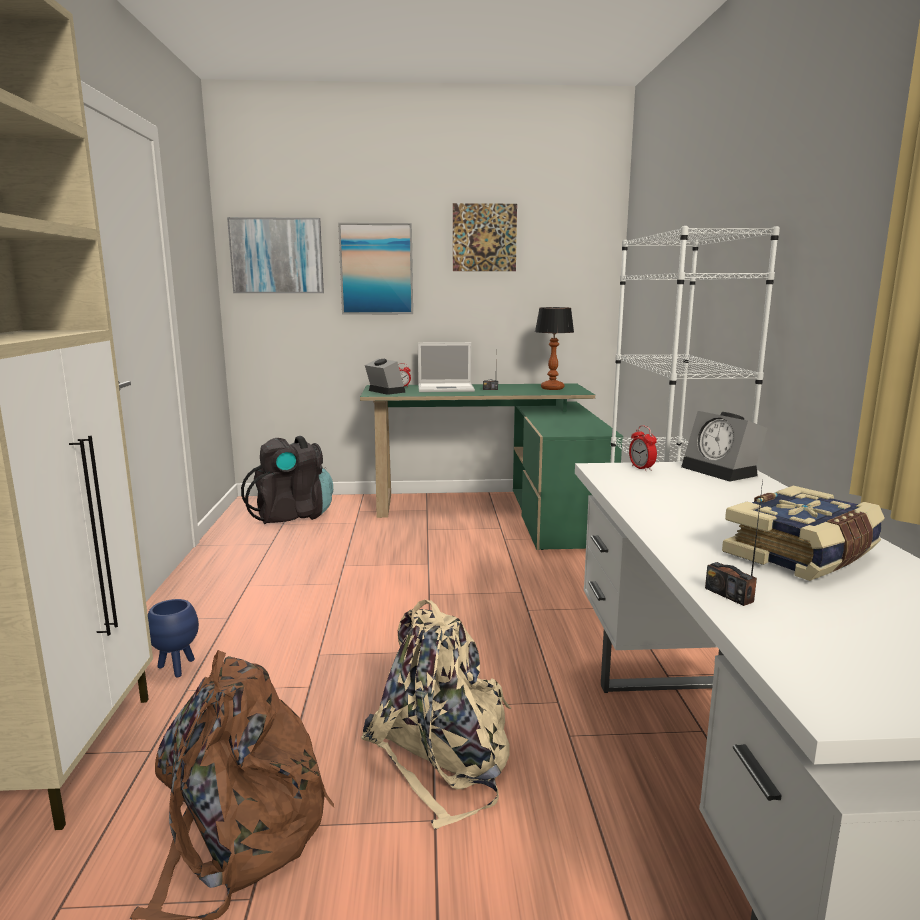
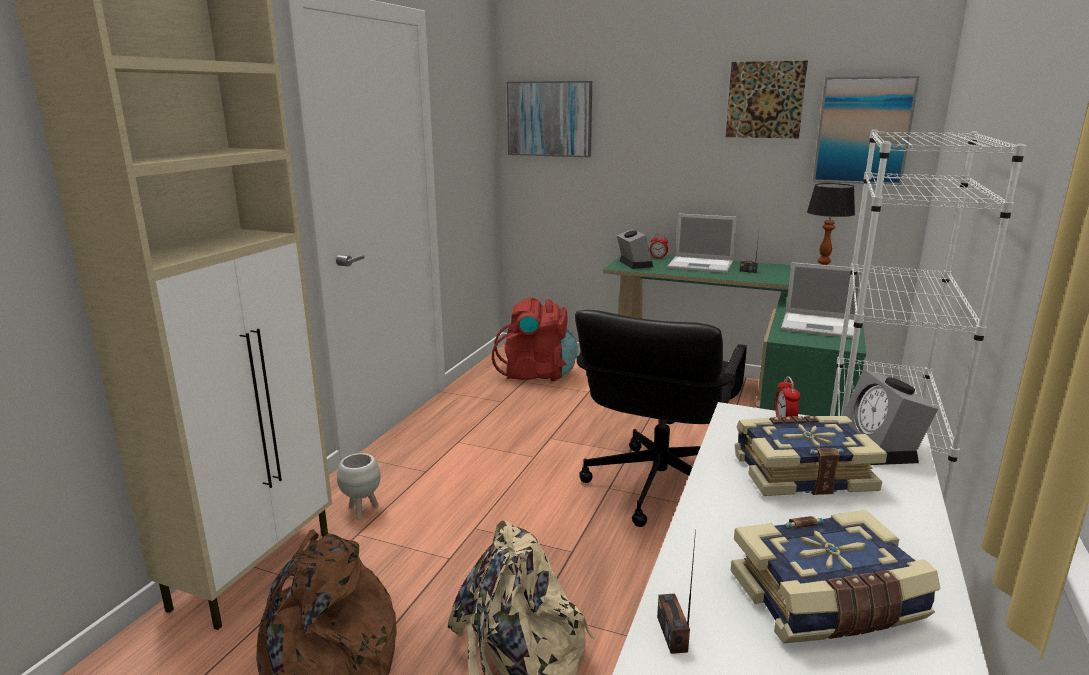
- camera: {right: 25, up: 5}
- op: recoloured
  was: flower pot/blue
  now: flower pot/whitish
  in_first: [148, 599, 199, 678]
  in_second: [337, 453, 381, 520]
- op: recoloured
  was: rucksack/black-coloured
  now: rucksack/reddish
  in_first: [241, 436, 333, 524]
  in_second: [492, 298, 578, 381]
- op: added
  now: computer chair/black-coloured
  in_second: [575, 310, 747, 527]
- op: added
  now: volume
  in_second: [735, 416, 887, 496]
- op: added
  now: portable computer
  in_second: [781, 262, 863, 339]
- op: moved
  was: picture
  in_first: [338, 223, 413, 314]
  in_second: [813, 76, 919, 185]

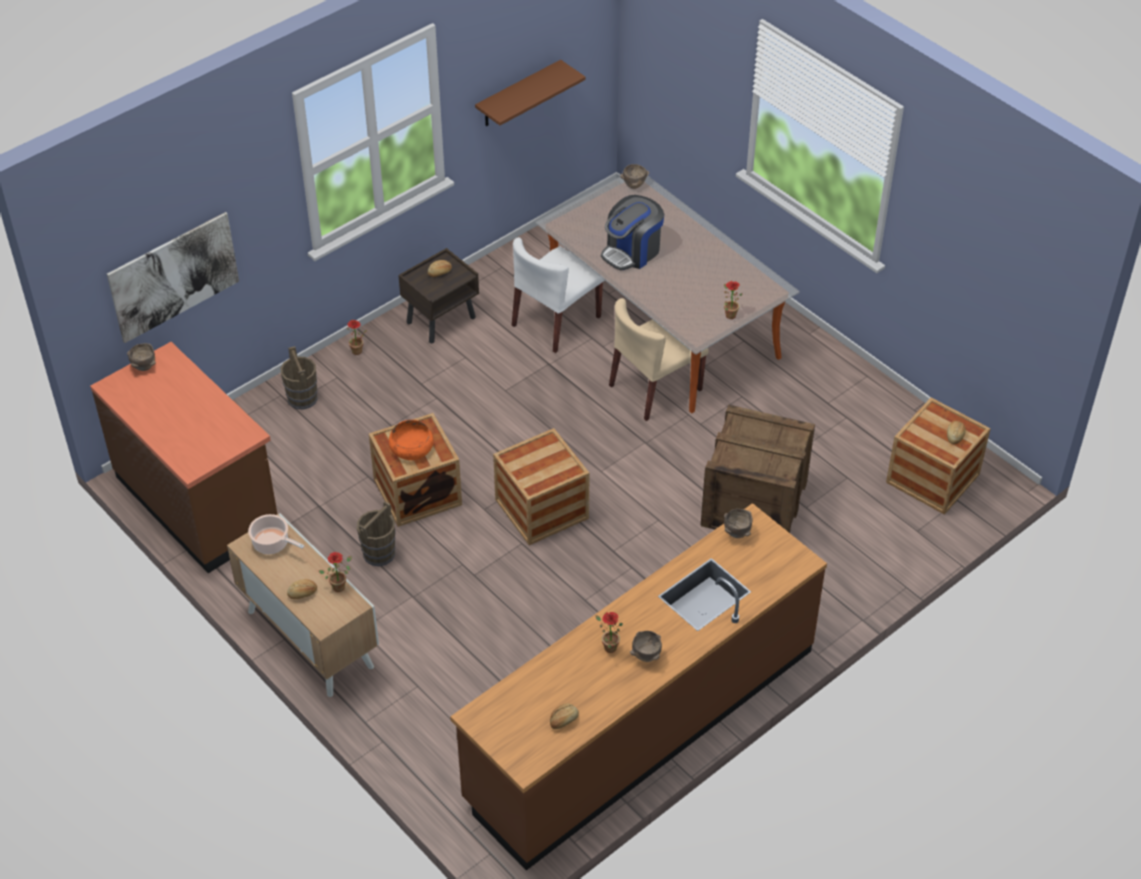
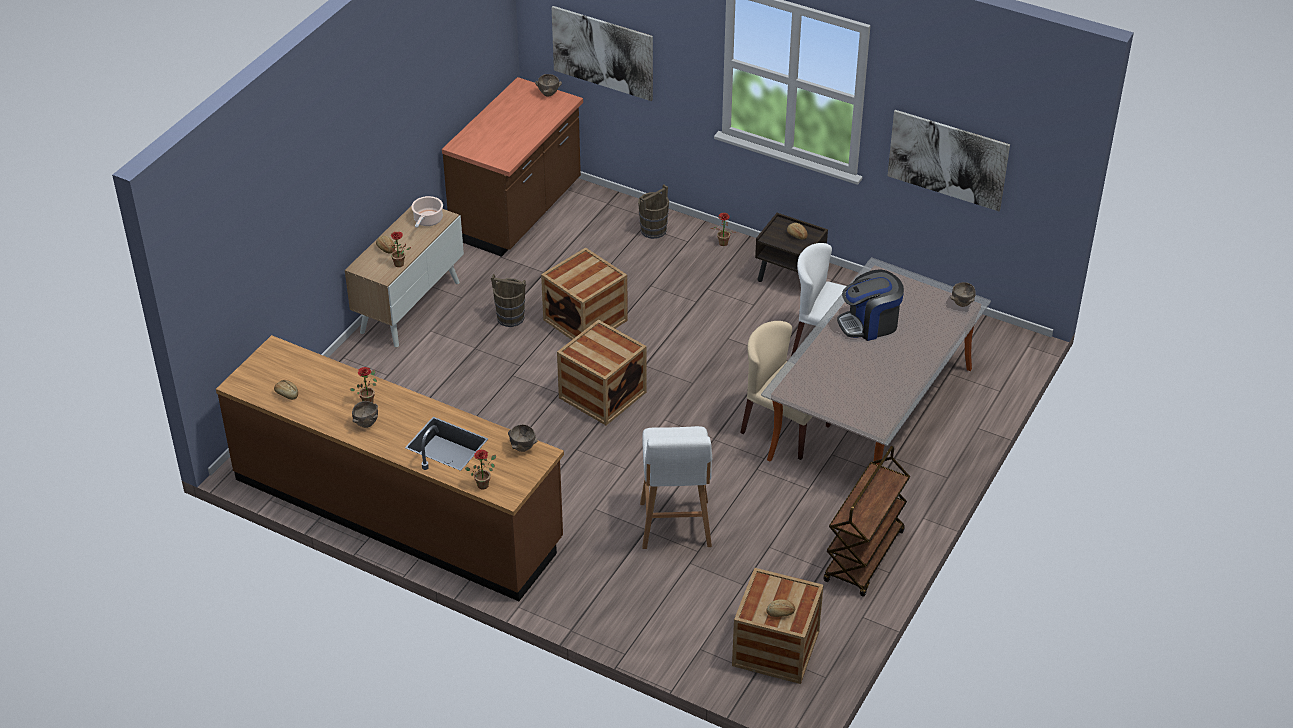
- camera: {right: 70, up: -5}
- op: moved
  was: potted plant
  in_first: [724, 281, 743, 319]
  in_second: [465, 450, 496, 490]
- op: replaced
  was: packing crate
  now: sitting stool/whitish
  in_first: [701, 405, 815, 533]
  in_second: [640, 426, 712, 549]
- op: added
  now: trolley/brown-coloured
  in_second: [824, 446, 910, 597]
- op: turned
  was: coffee brewer
  in_first: [601, 195, 664, 270]
  in_second: [837, 270, 904, 341]
  clockwise: -45
- op: replaced
  was: wall shelf/brown-coloured
  now: picture
  in_first: [475, 60, 586, 126]
  in_second: [887, 110, 1010, 211]
- op: removed
  was: serving bowl/orange
  in_first: [389, 420, 434, 460]

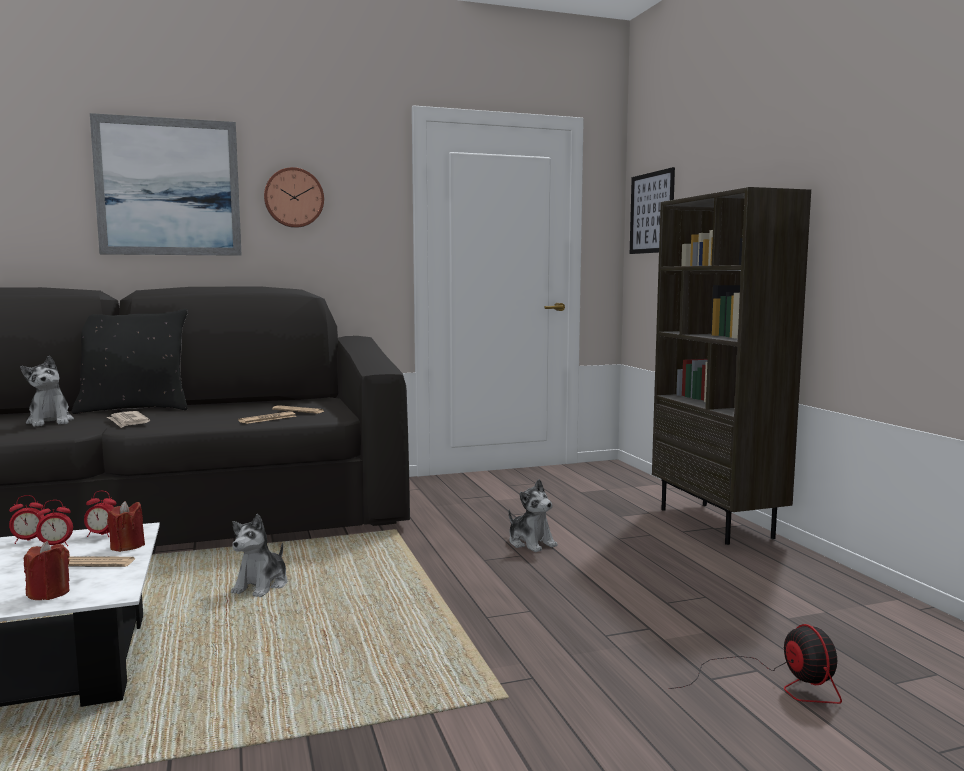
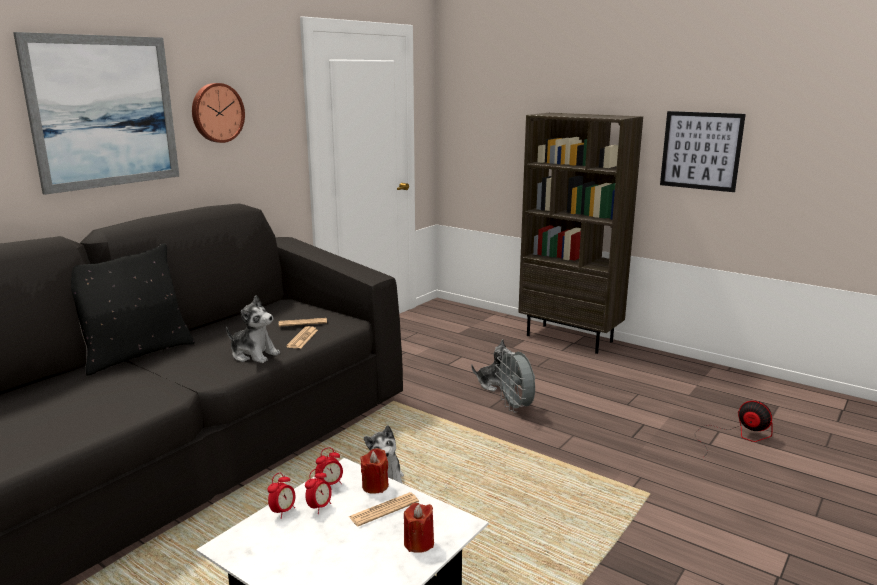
- camera: {right: -35, up: 10}
- op: moved
  was: soft toy
  in_first: [20, 356, 74, 427]
  in_second: [226, 295, 280, 363]
- op: added
  now: fan/gray
  in_second: [495, 350, 535, 413]
- op: moved
  was: picture
  in_first: [630, 167, 675, 254]
  in_second: [660, 111, 746, 192]
- op: removed
  was: newspaper
  in_first: [107, 411, 150, 428]

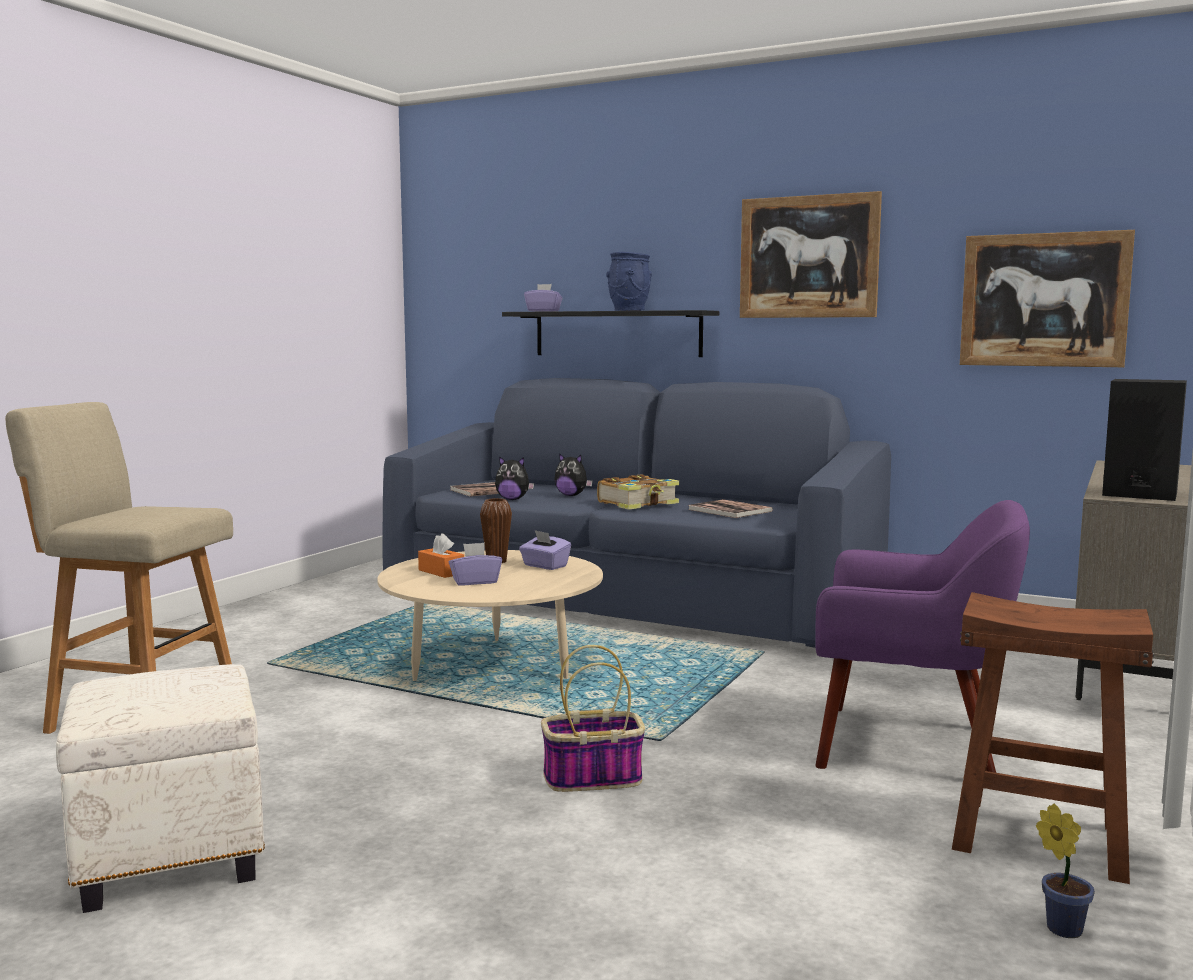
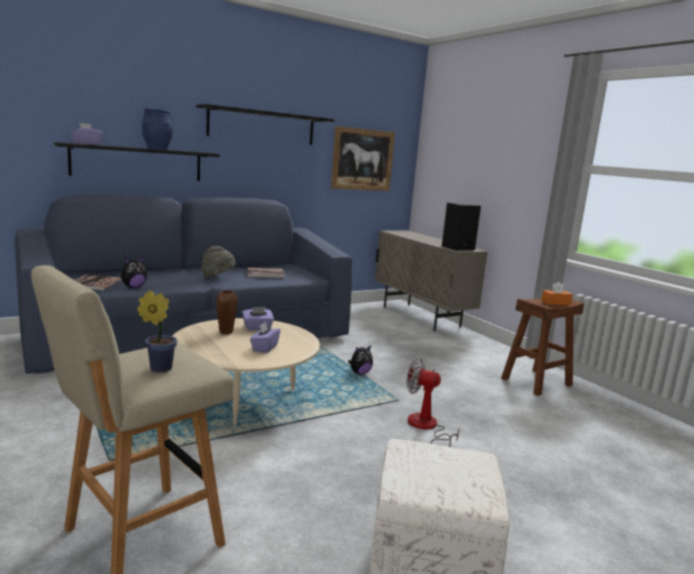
- camera: {right: -60, up: 5}
- op: moved
  was: potted plant
  in_first: [1036, 804, 1095, 938]
  in_second: [137, 290, 177, 372]
- op: replaced
  was: picture
  now: wall shelf/black-coloured
  in_first: [740, 191, 882, 318]
  in_second: [196, 104, 334, 145]
- op: replaced
  was: volume
  now: hat/gray
  in_first: [597, 474, 679, 510]
  in_second: [201, 246, 236, 278]
- op: moved
  was: soft toy
  in_first: [554, 453, 593, 496]
  in_second: [348, 345, 373, 375]
- op: replaced
  was: basket
  now: fan
  in_first: [541, 645, 645, 792]
  in_second: [406, 358, 460, 447]
- op: moved
  was: tissue box/orange
  in_first: [418, 533, 464, 578]
  in_second: [541, 282, 573, 305]
- op: removed
  was: armchair/purplish
  in_first: [815, 500, 1030, 773]

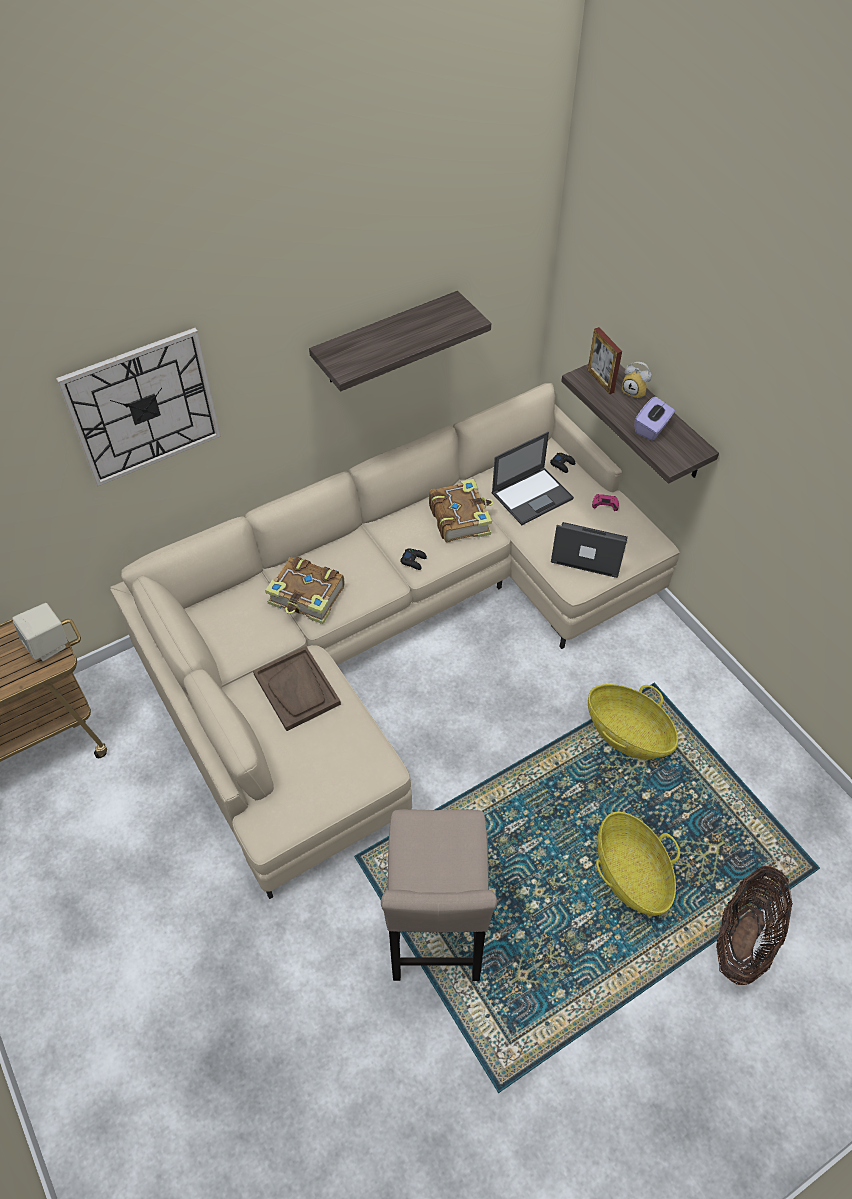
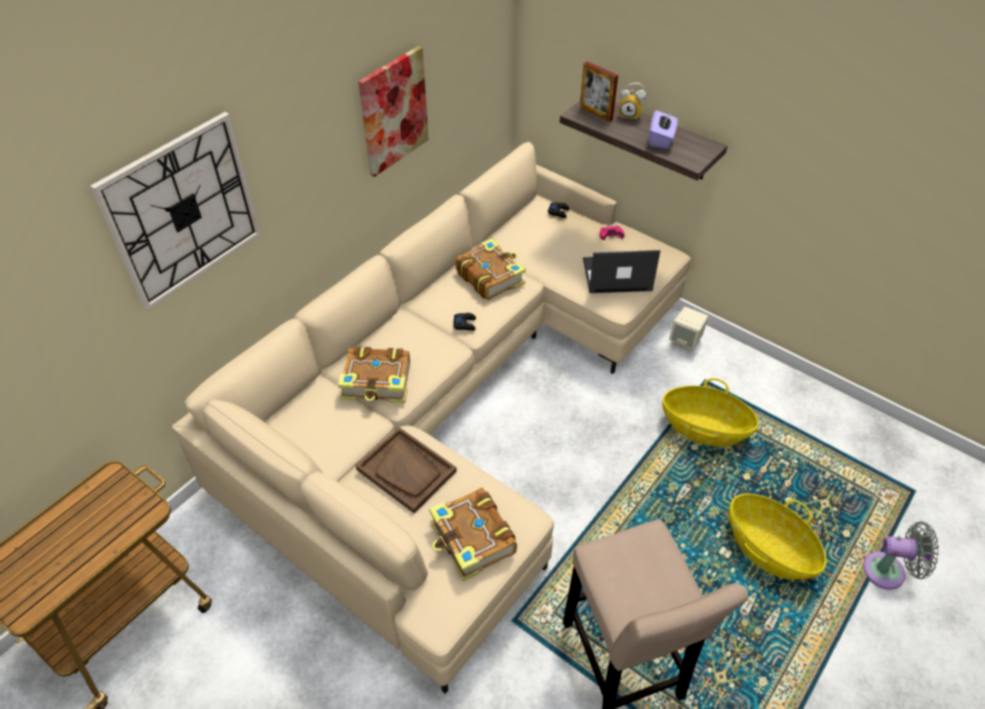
- camera: {right: -20, up: -5}
- op: replaced
  was: wall shelf
  now: picture
  in_first: [309, 291, 491, 392]
  in_second: [358, 46, 429, 177]
- op: added
  now: volume
  in_second: [429, 488, 517, 581]
- op: moved
  was: audio speaker/beige-coloured
  in_first: [12, 603, 68, 661]
  in_second: [669, 307, 708, 352]
- op: replaced
  was: basket
  now: fan/gray
  in_first: [716, 866, 793, 985]
  in_second: [863, 522, 939, 590]
- op: removed
  was: portable computer
  in_first: [491, 432, 574, 525]

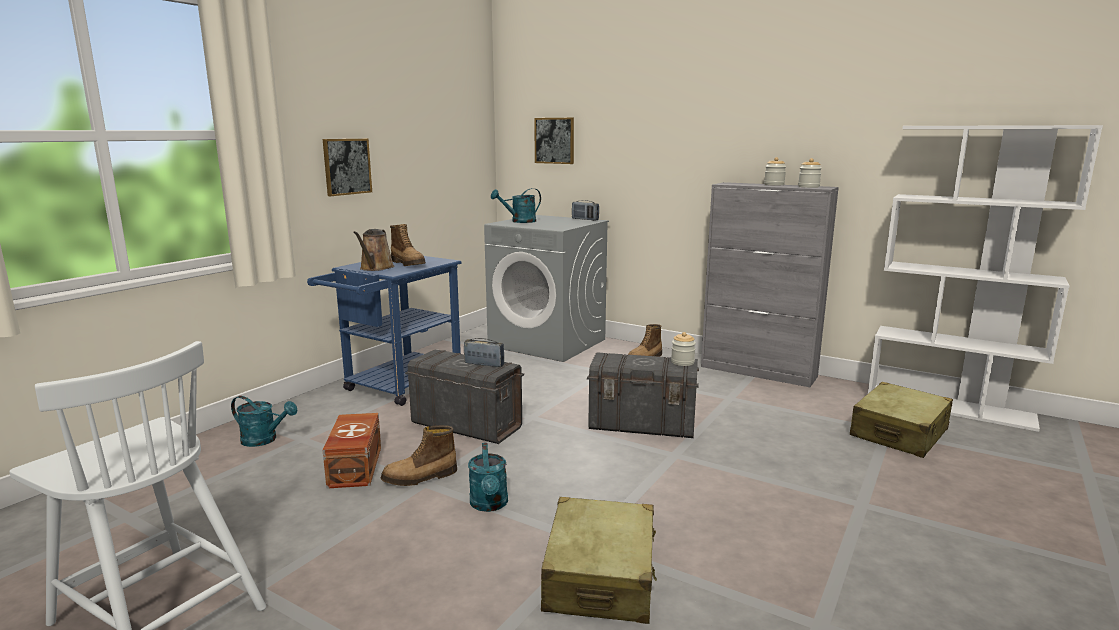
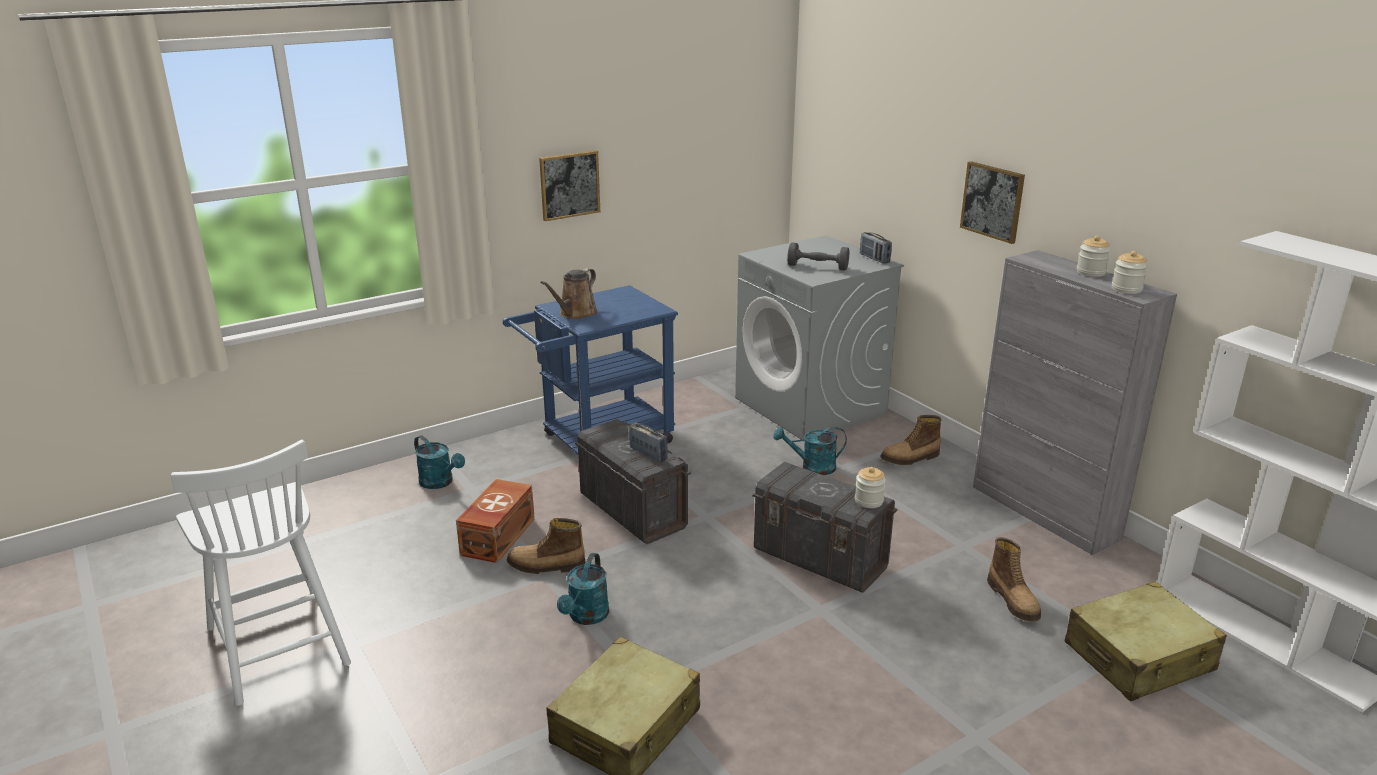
- camera: {right: 25, up: 10}
- op: moved
  was: watering can/blue-green
  in_first: [491, 188, 541, 223]
  in_second: [773, 427, 847, 475]
- op: added
  now: dumbbell/gray
  in_second: [787, 243, 849, 271]
- op: moved
  was: picture
  in_first: [534, 118, 574, 164]
  in_second: [960, 161, 1025, 244]
- op: moved
  was: boot
  in_first: [390, 224, 426, 266]
  in_second: [987, 537, 1041, 621]

